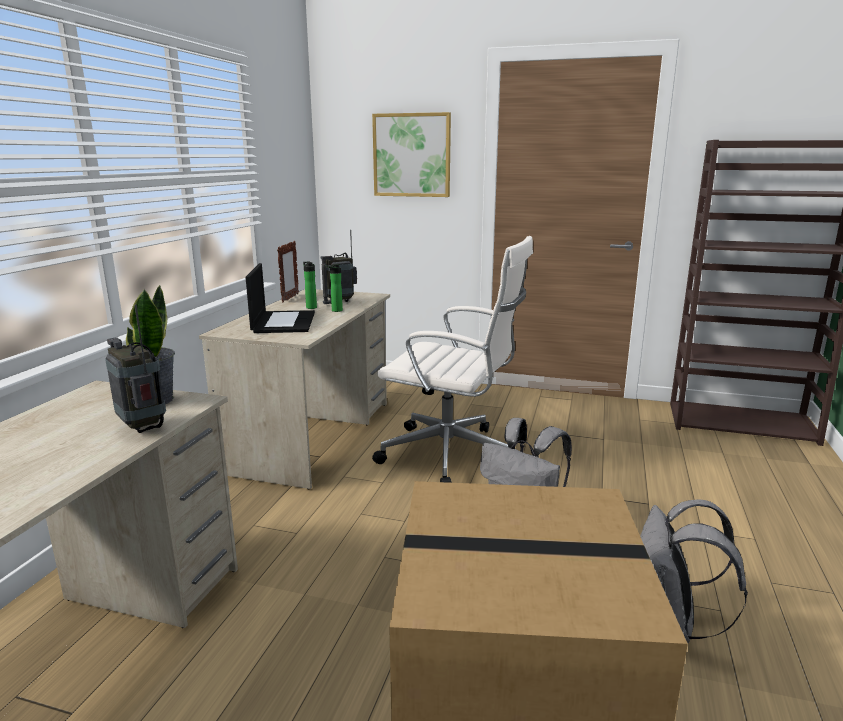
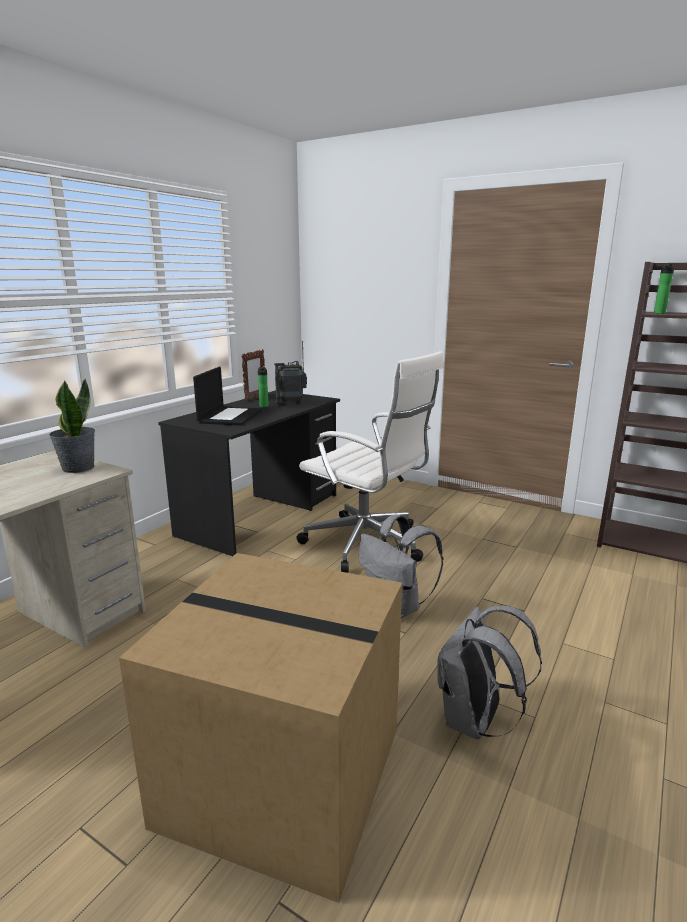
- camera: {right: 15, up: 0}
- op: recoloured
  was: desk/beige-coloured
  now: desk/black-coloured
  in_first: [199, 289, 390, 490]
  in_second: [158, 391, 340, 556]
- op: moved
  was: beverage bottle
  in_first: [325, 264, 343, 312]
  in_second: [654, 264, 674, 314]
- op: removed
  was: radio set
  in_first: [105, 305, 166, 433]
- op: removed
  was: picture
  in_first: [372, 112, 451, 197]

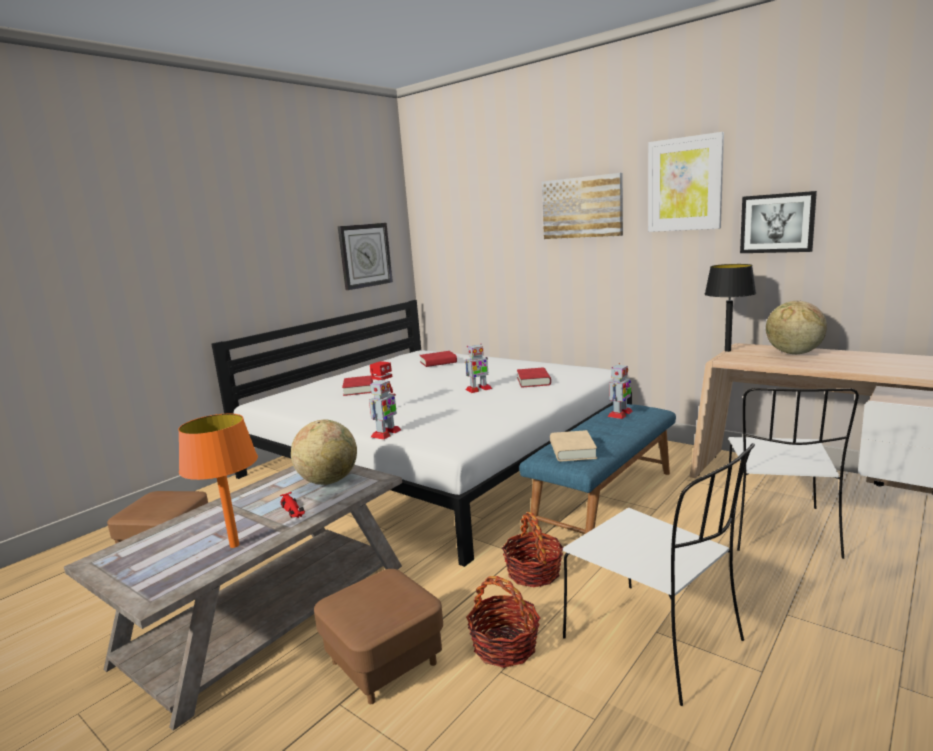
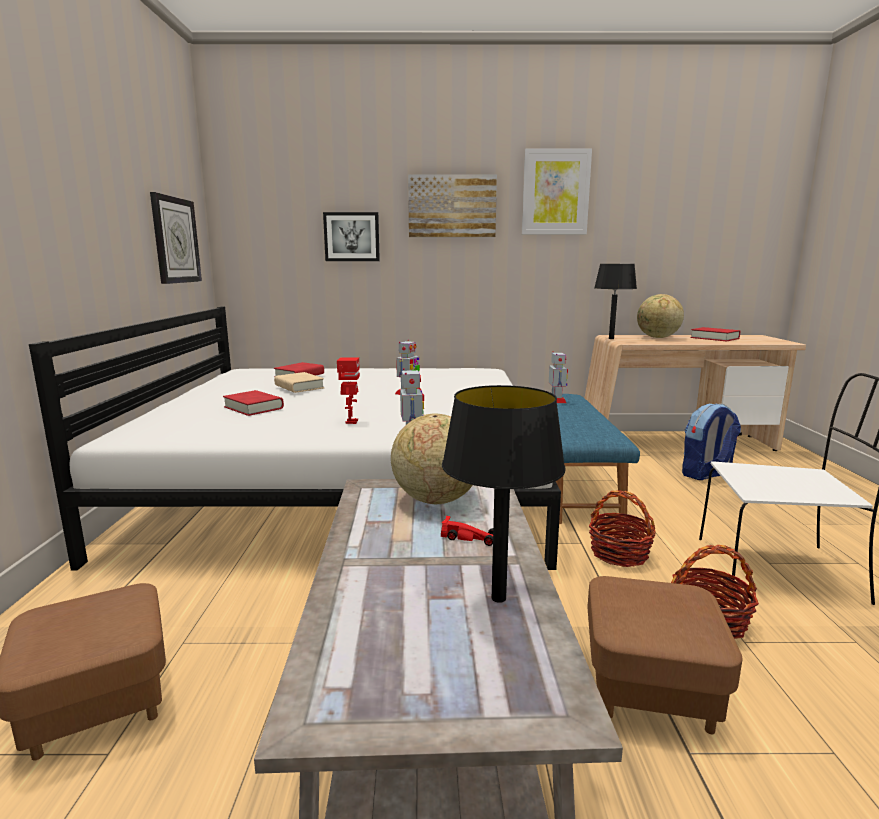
- camera: {right: -40, up: 0}
- op: moved
  was: volume/beige-coloured
  in_first: [550, 430, 597, 462]
  in_second: [274, 372, 324, 393]
- op: moved
  was: picture
  in_first: [740, 191, 817, 253]
  in_second: [323, 212, 380, 261]
- op: recoloured
  was: table lamp/orange
  now: table lamp/black-coloured
  in_first: [178, 414, 258, 548]
  in_second: [442, 385, 566, 603]
- op: replaced
  was: plain chair/whitish
  now: rucksack
  in_first: [729, 388, 859, 559]
  in_second: [682, 404, 741, 480]
- op: moved
  was: volume/reddish
  in_first: [517, 368, 551, 388]
  in_second: [690, 327, 740, 341]

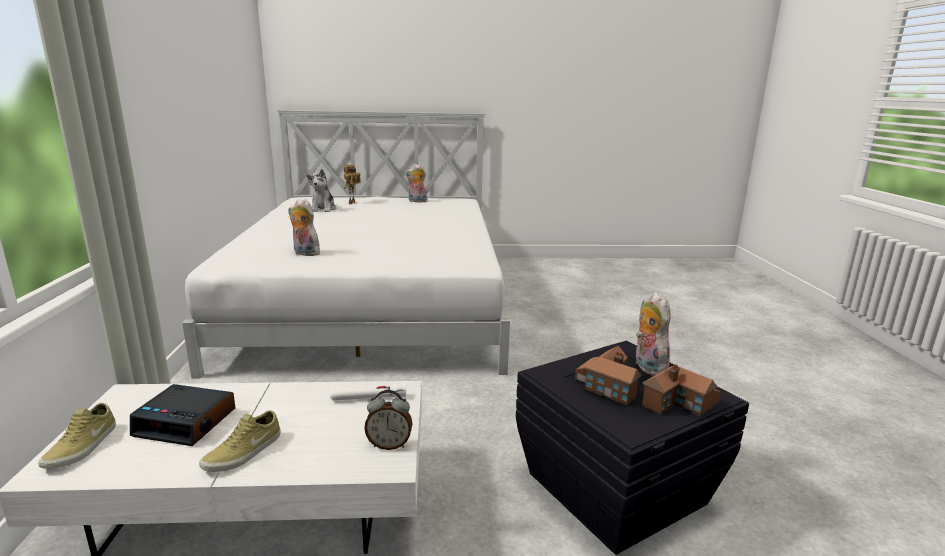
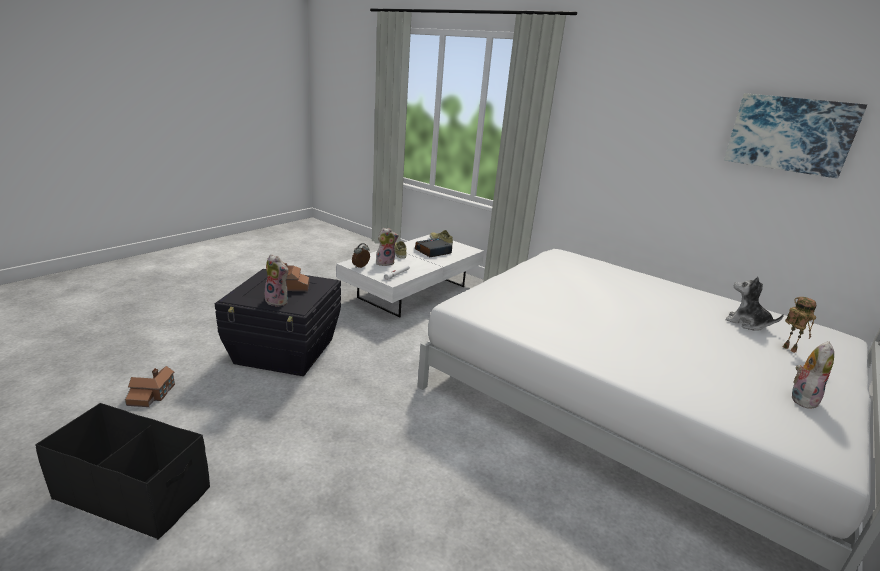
- camera: {right: 130, up: 5}
- op: added
  now: storage box/black-coloured
  in_second: [35, 403, 210, 540]
- op: moved
  was: miniature house
  in_first: [642, 365, 721, 416]
  in_second: [125, 366, 175, 407]
- op: moved
  was: soft toy
  in_first: [288, 199, 320, 256]
  in_second: [376, 228, 399, 266]
- op: added
  now: picture
  in_second: [724, 93, 867, 179]

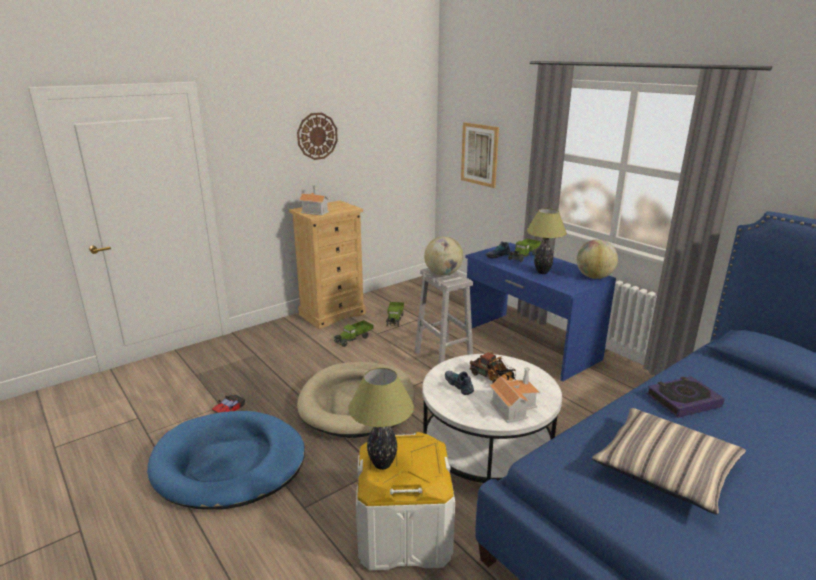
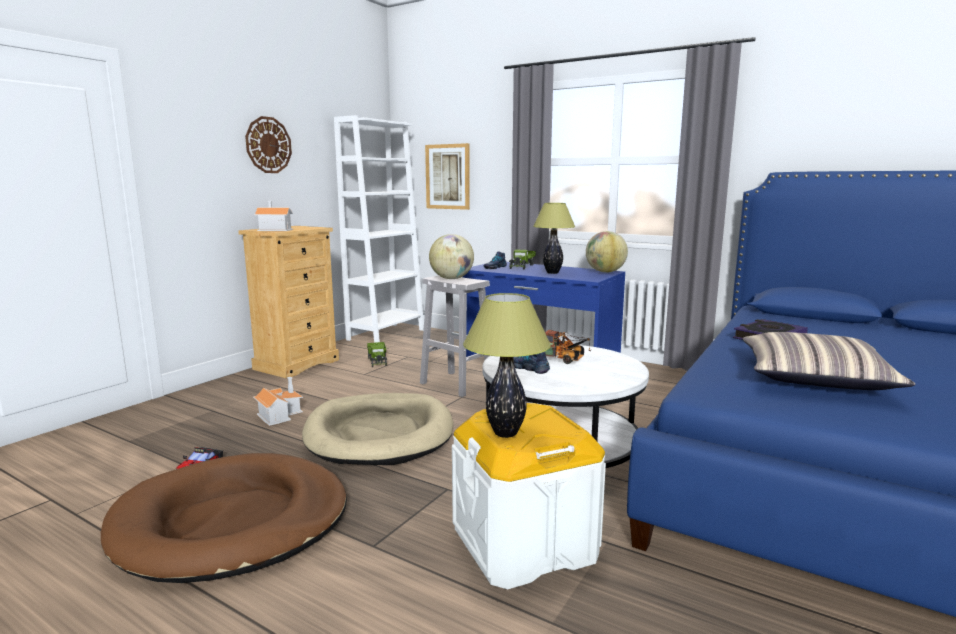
- camera: {right: -20, up: -10}
- op: recoloured
  was: pet bed/blue
  now: pet bed/brown-coloured
  in_first: [147, 411, 305, 510]
  in_second: [101, 453, 347, 583]
- op: moved
  was: miniature house
  in_first: [489, 367, 540, 423]
  in_second: [253, 377, 303, 426]
- op: added
  now: shelving unit/whitish
  in_second: [334, 115, 424, 343]
- op: removed
  was: toy truck
  in_first: [334, 320, 374, 347]

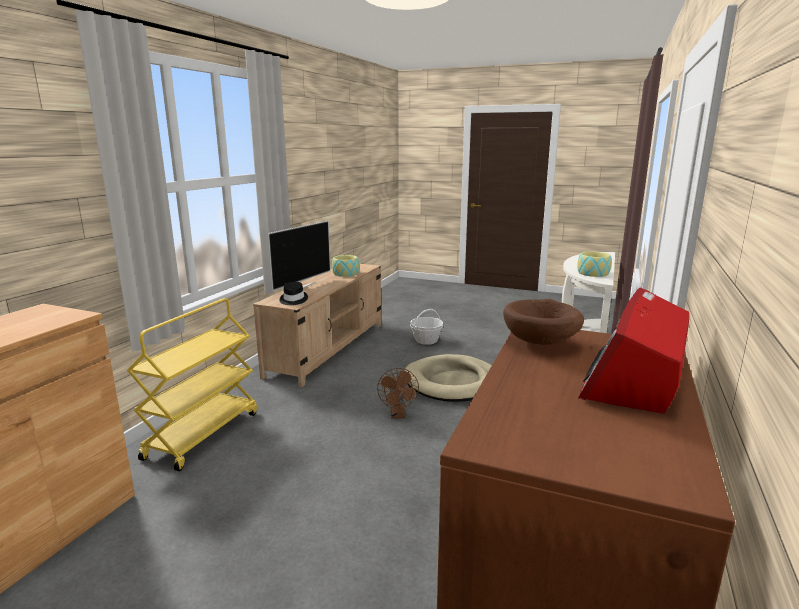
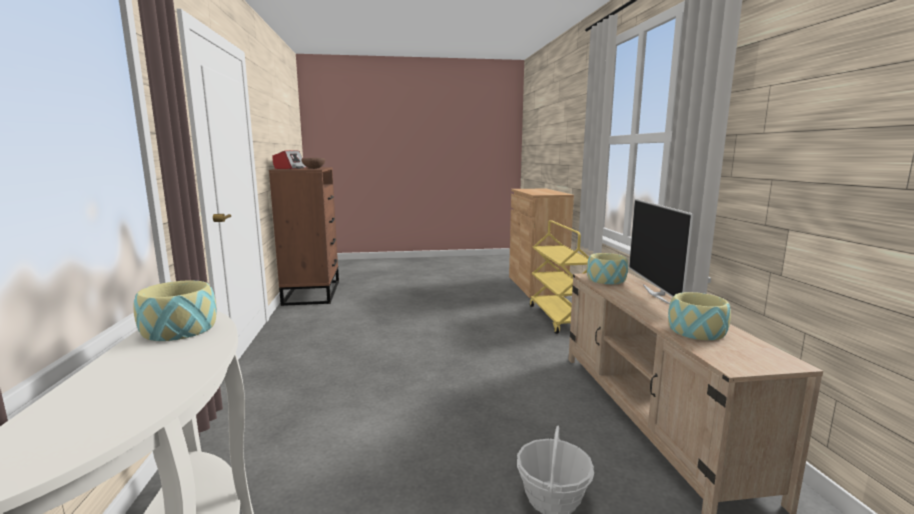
- camera: {right: 150, up: -5}
- op: replaced
  was: hat/black-coloured
  now: serving bowl
  in_first: [280, 282, 308, 305]
  in_second: [587, 253, 628, 284]
- op: removed
  was: fan/brown-coloured
  in_first: [377, 368, 419, 419]
- op: removed
  was: pet bed/beige-coloured
  in_first: [404, 354, 492, 402]

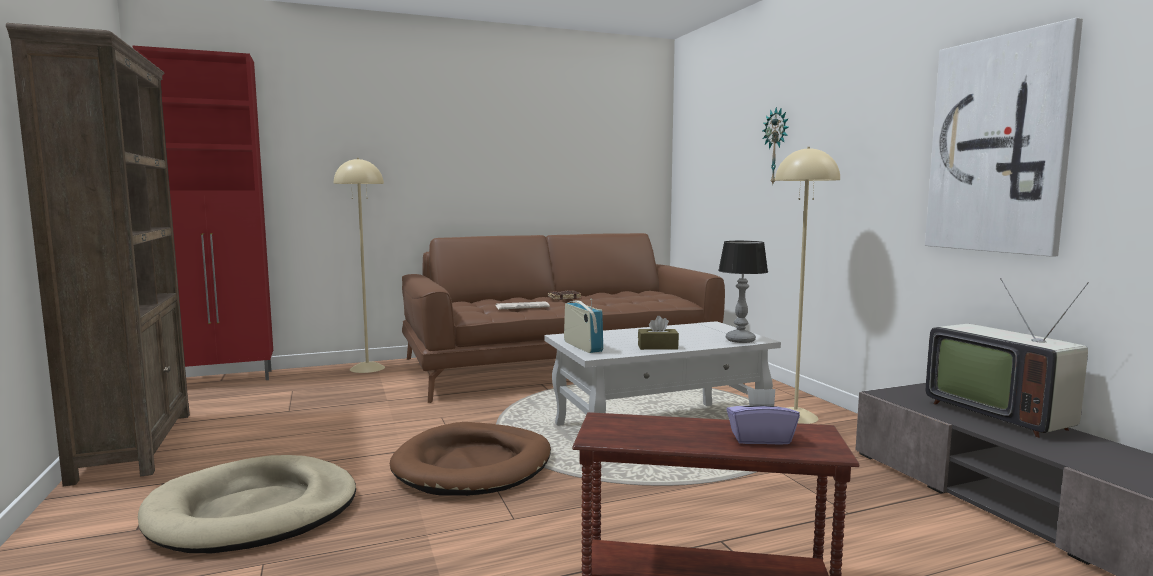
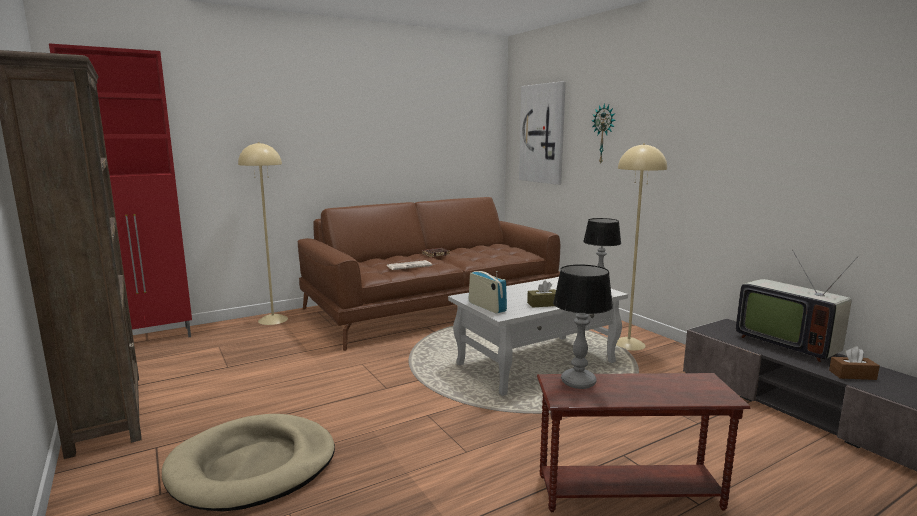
- camera: {right: -10, up: 5}
- op: moved
  was: picture
  in_first: [925, 18, 1083, 257]
  in_second: [519, 81, 566, 185]
- op: added
  now: table lamp
  in_second: [553, 264, 613, 389]
- op: added
  now: tissue box/brown-coloured
  in_second: [829, 347, 880, 380]
- op: removed
  was: pet bed/brown-coloured
  in_first: [389, 422, 551, 496]
- op: removed
  was: tissue box/purplish
  in_first: [726, 388, 800, 445]

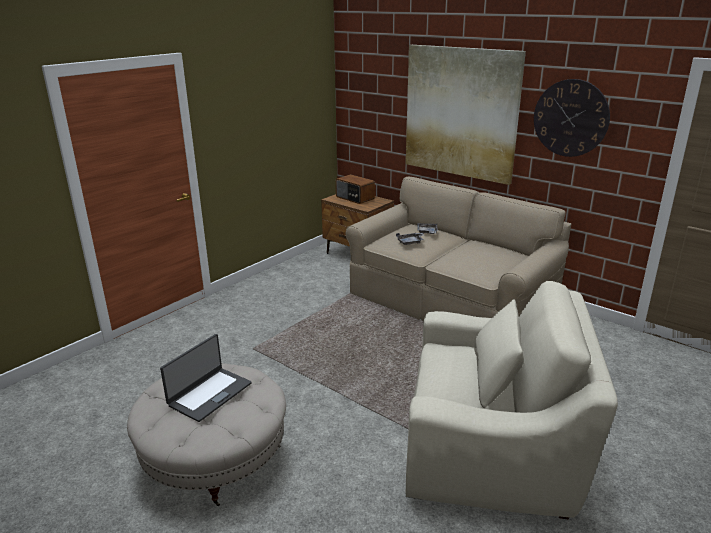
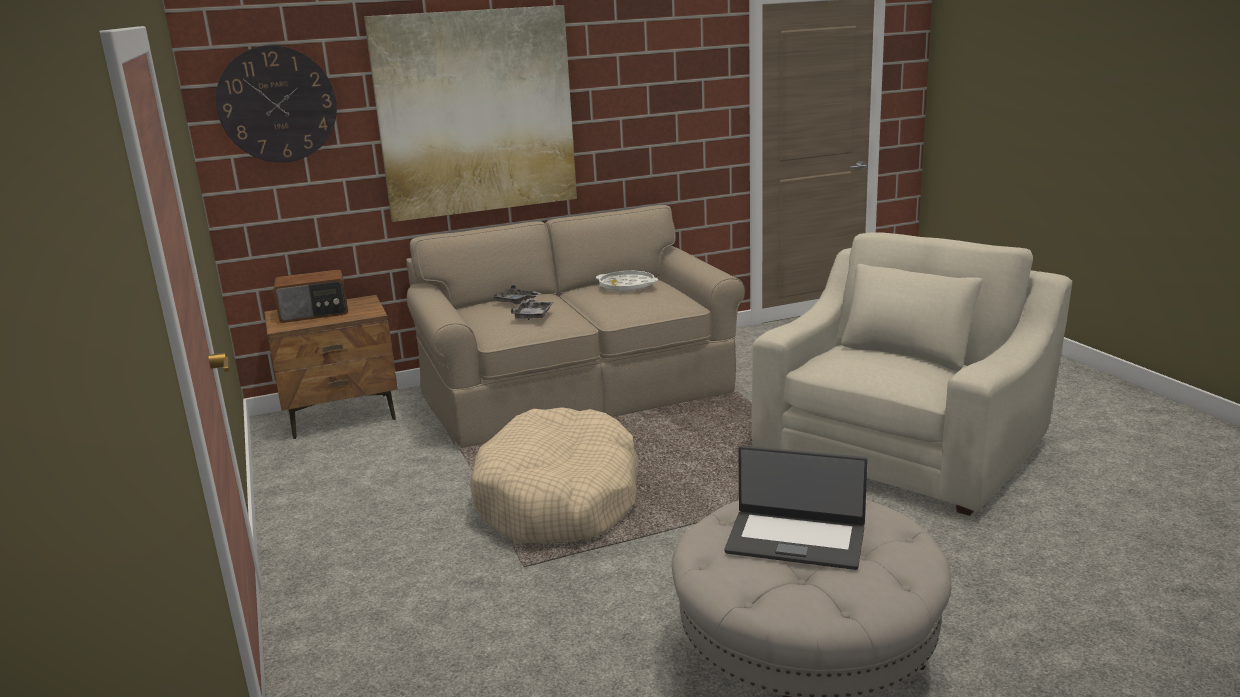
- camera: {right: -60, up: -5}
- op: moved
  was: wall clock
  in_first: [534, 79, 610, 157]
  in_second: [216, 45, 337, 163]
- op: added
  now: pet bed/beige-coloured
  in_second: [470, 407, 638, 544]
- op: added
  now: tray/whitish
  in_second: [596, 271, 658, 292]
- op: turned
  was: portable computer
  in_first: [160, 334, 252, 422]
  in_second: [724, 446, 868, 570]
  clockwise: 135

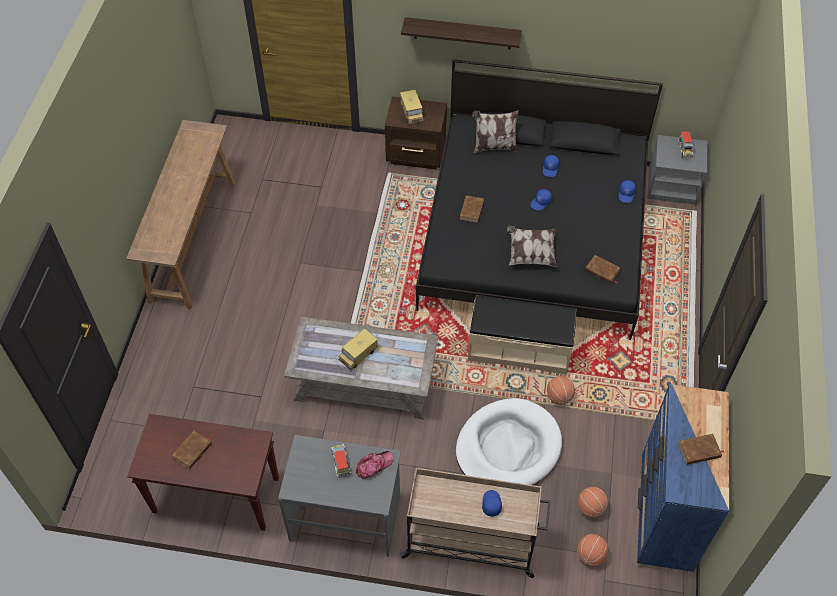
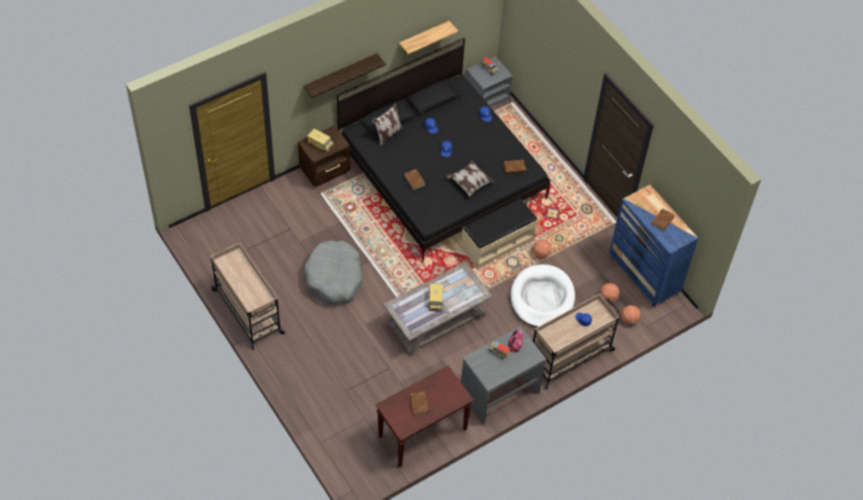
- camera: {right: -45, up: 0}
- op: replaced
  was: hall table/brown-coloured
  now: trolley/beige-coloured
  in_first: [126, 120, 236, 309]
  in_second: [210, 243, 285, 350]
- op: added
  now: pet bed/gray
  in_second: [304, 240, 363, 305]
- op: added
  now: wall shelf
  in_second: [399, 21, 458, 54]

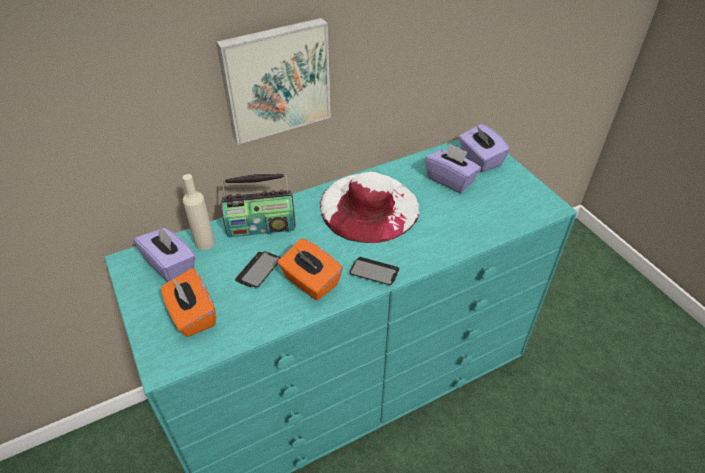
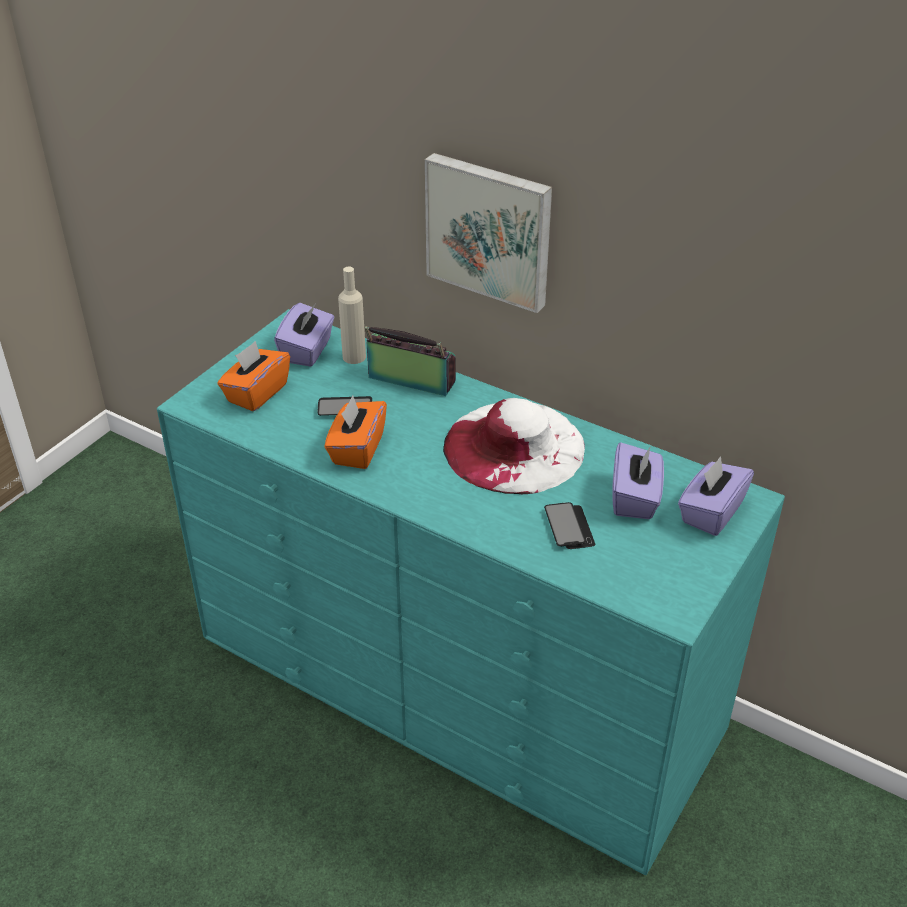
- camera: {right: 60, up: -5}
- op: turned
  was: radio set
  in_first: [221, 173, 296, 238]
  in_second: [365, 326, 456, 396]
  clockwise: 150
- op: moved
  was: phone
  in_first: [350, 257, 399, 285]
  in_second: [544, 502, 595, 549]

